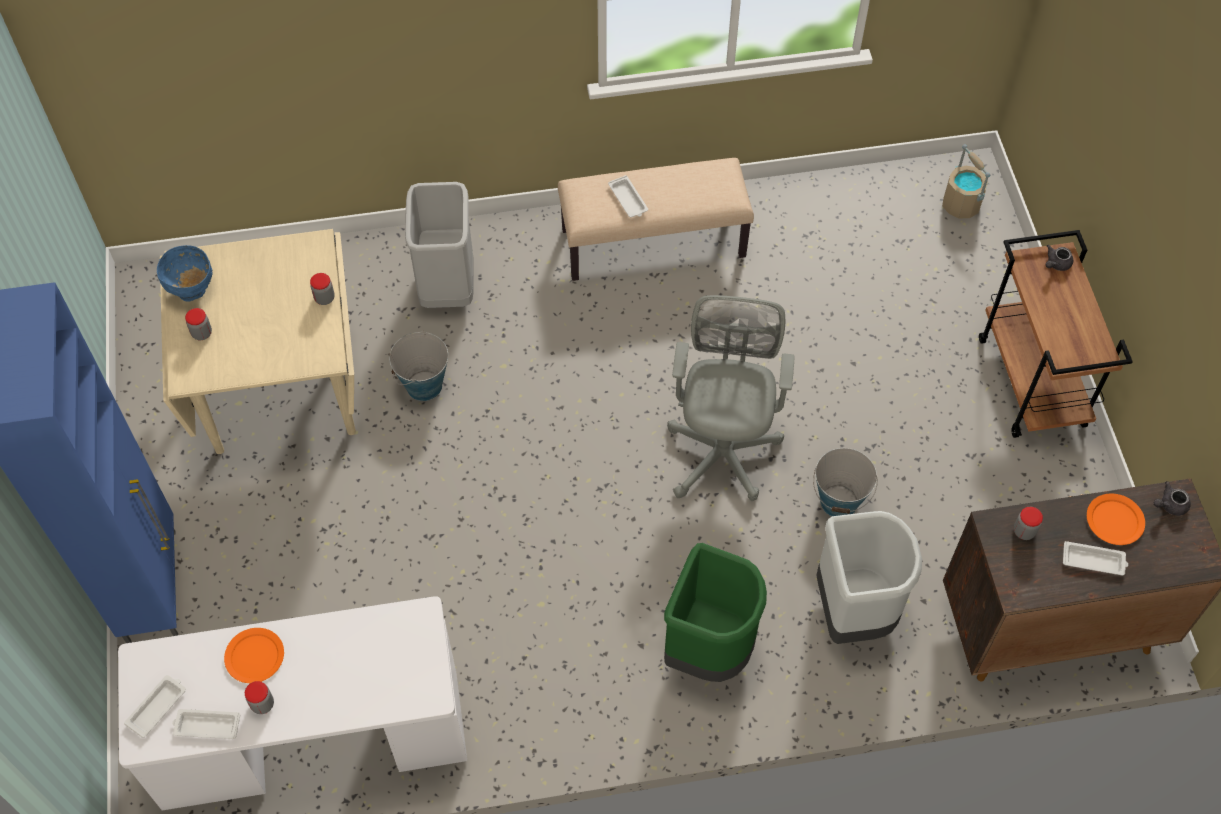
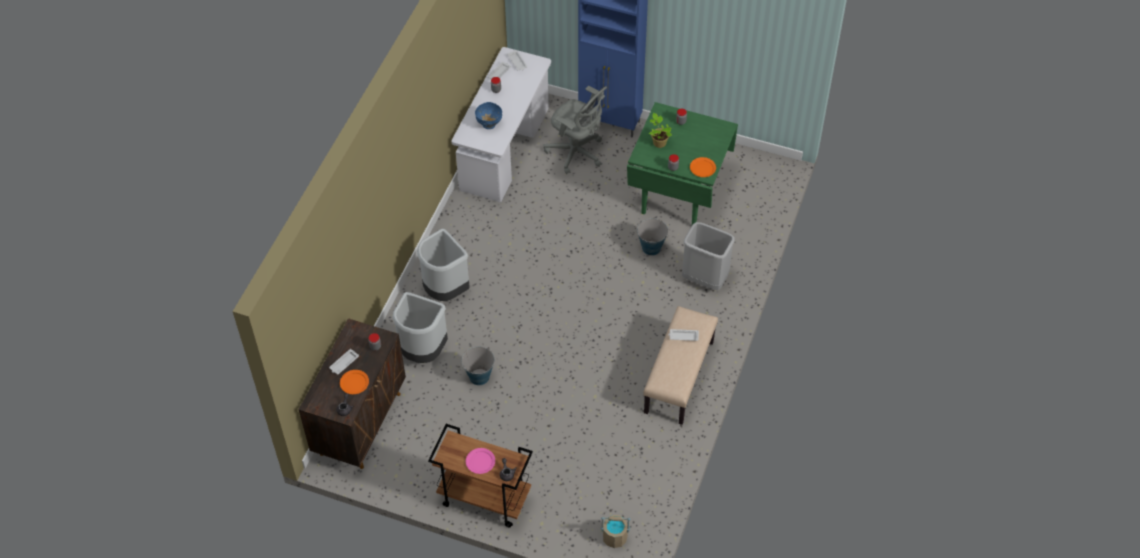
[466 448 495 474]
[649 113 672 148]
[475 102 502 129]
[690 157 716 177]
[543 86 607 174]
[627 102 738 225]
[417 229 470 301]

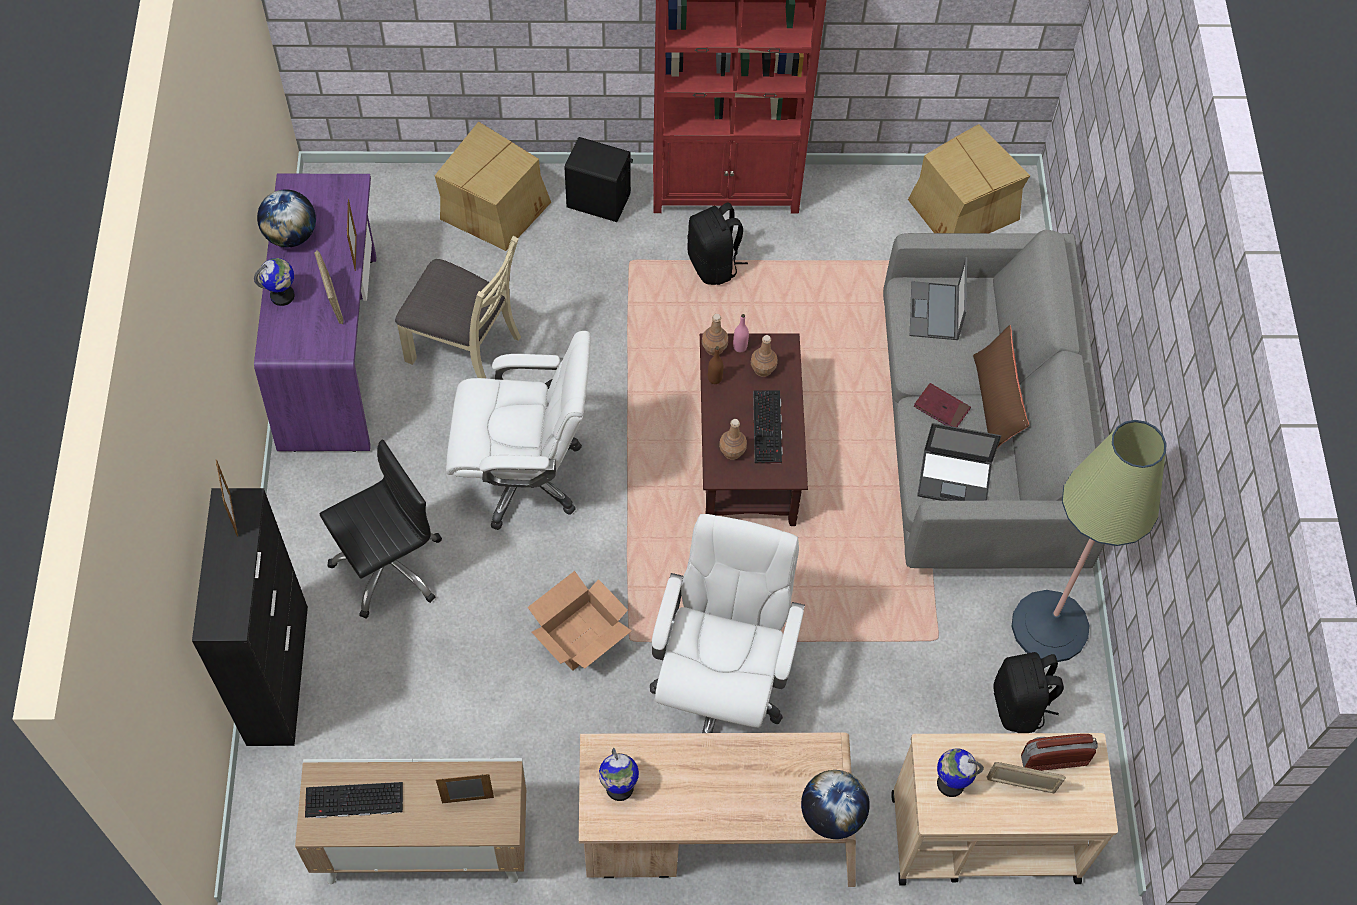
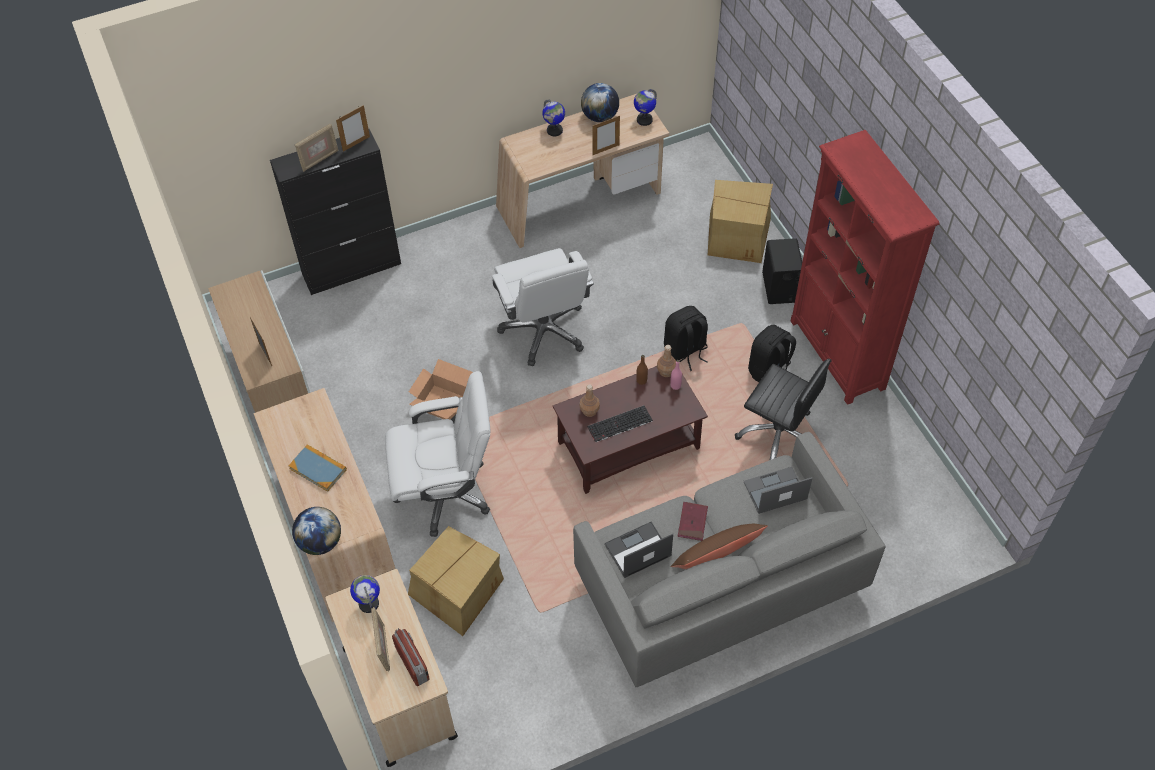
[305 782 403 818] (first image)
[395 236 521 378] (first image)
[751 335 778 377] (first image)
[1012 420 1167 662] (first image)
[289 444 347 492]
[295 124 339 172]
[735 359 831 460]
[634 89 657 126]
[408 526 504 636]
[664 306 708 371]
[496 94 669 248]
[604 522 673 578]

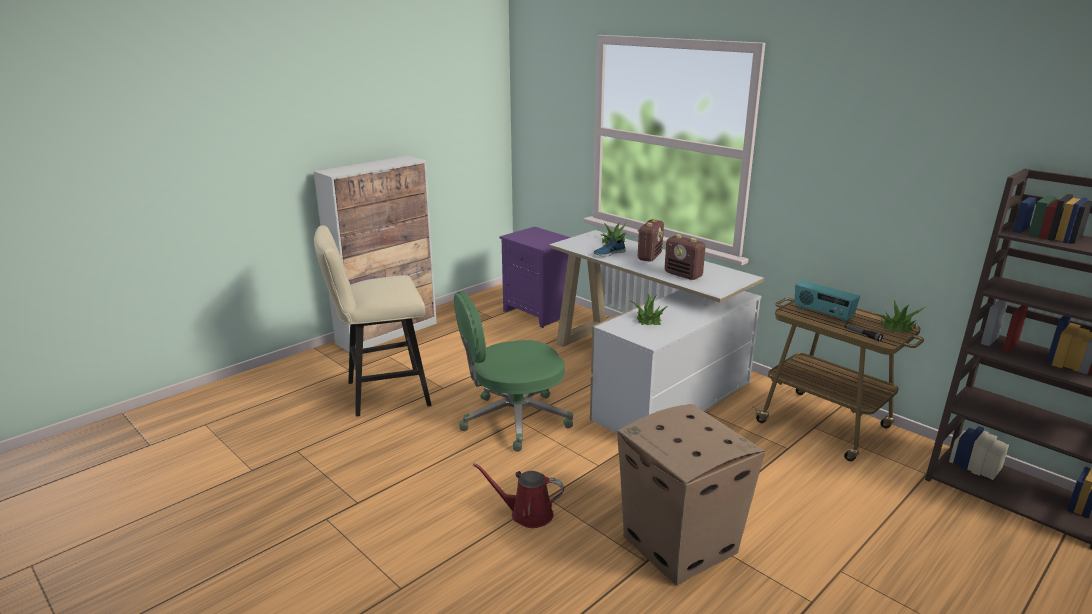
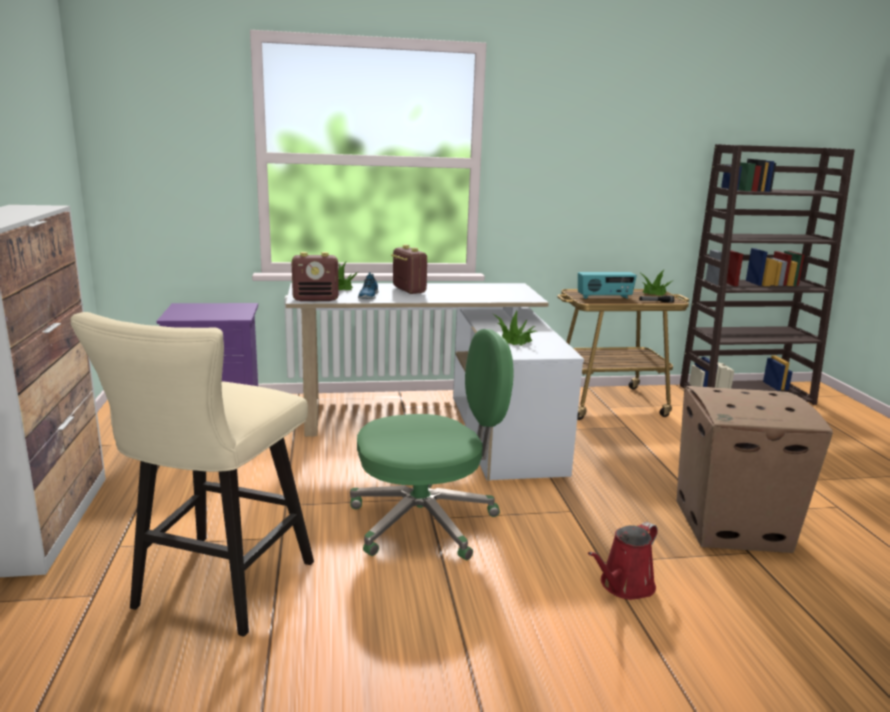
[292 252 339 301]
[350 329 514 560]

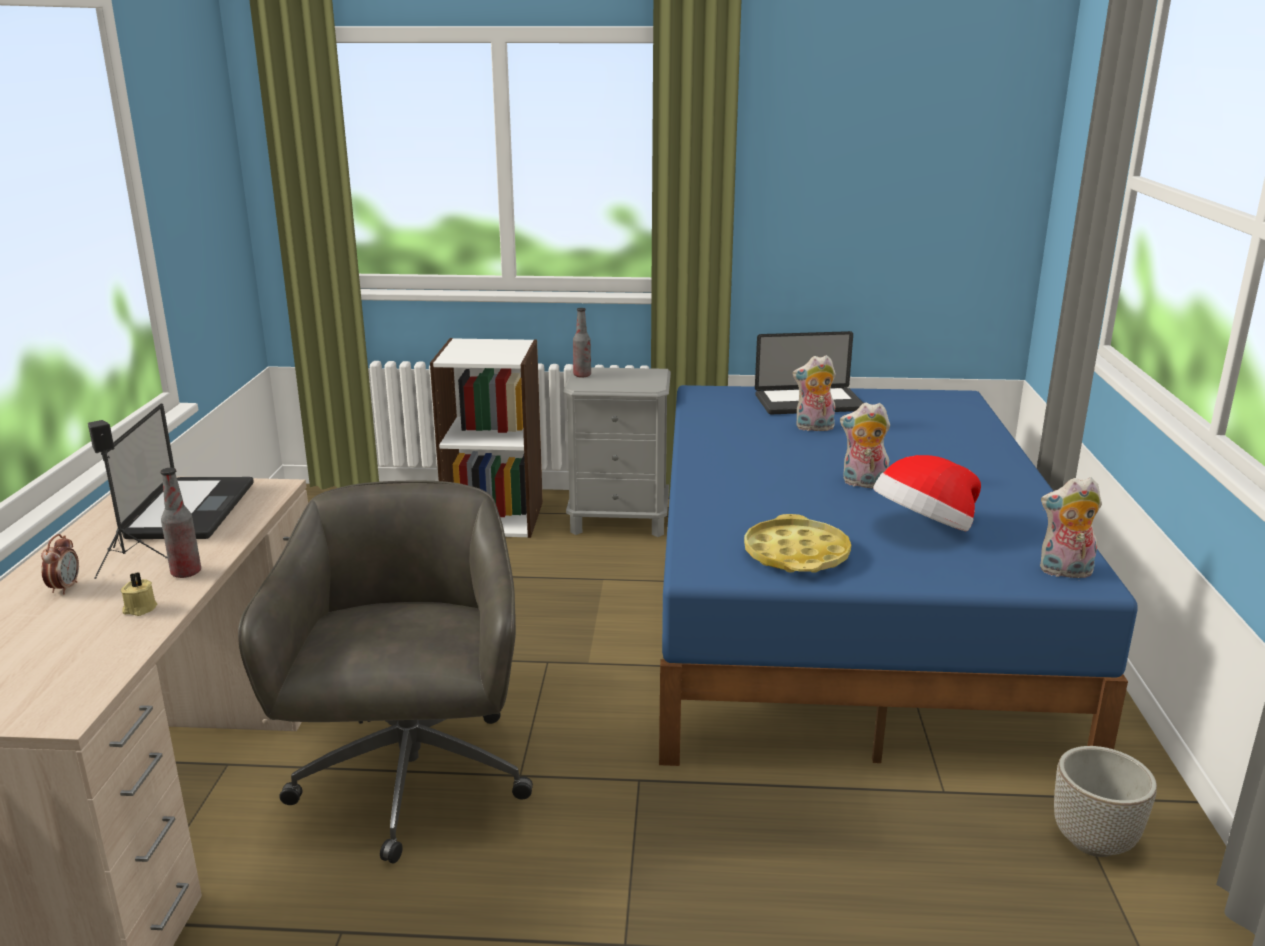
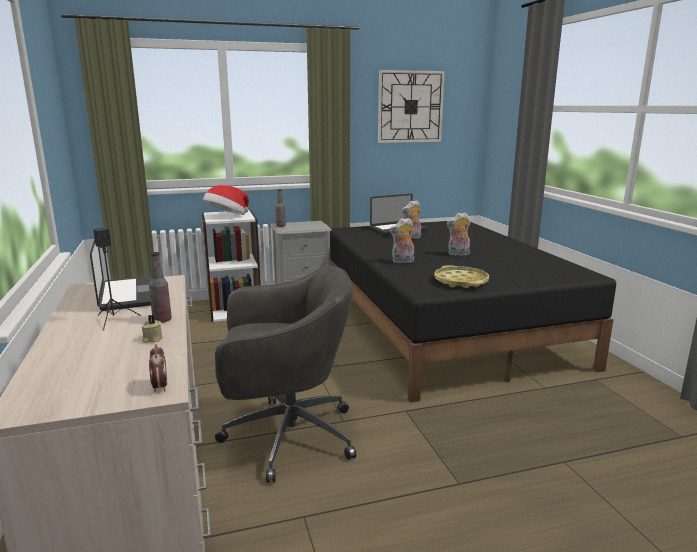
[1054 746 1157 857] (first image)
[378 70 445 143]
[149 344 167 392]
[203 185 249 215]
[389 218 414 263]
[330 221 616 403]
[215 266 356 483]

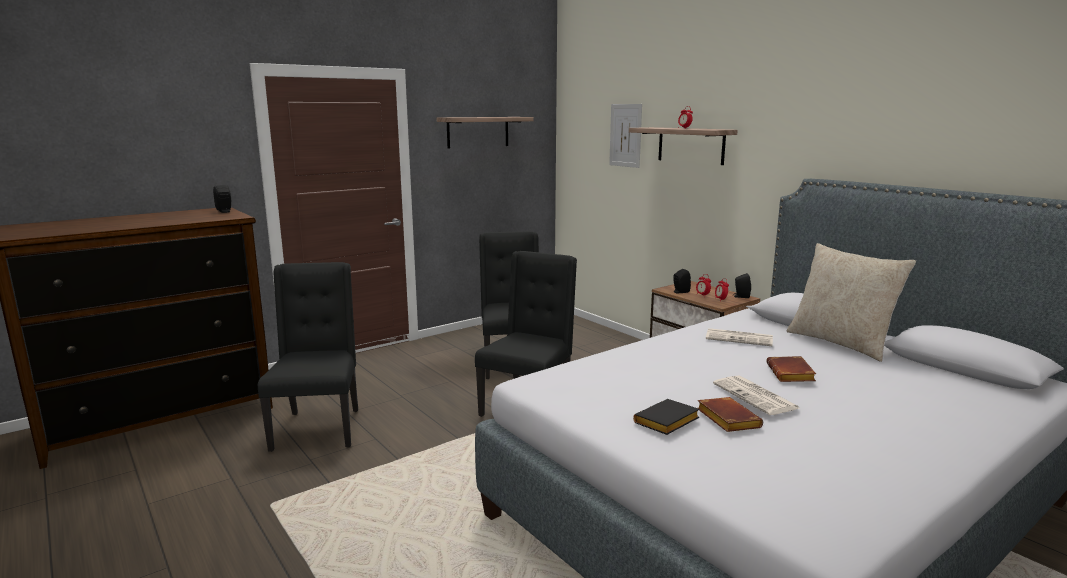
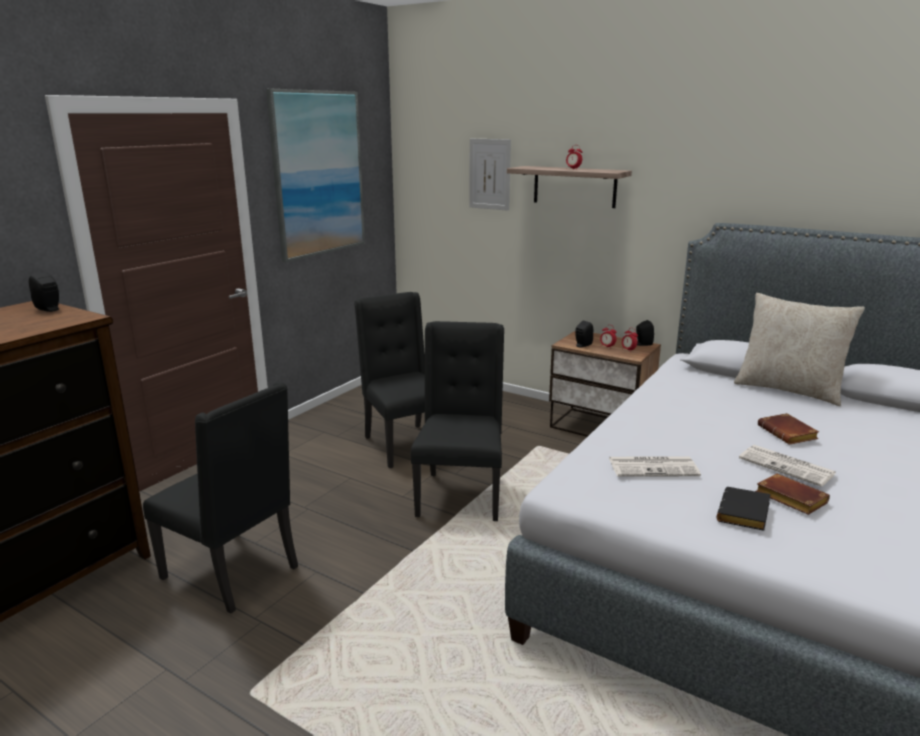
[609 456 701 477]
[266 89 365 262]
[143 382 298 614]

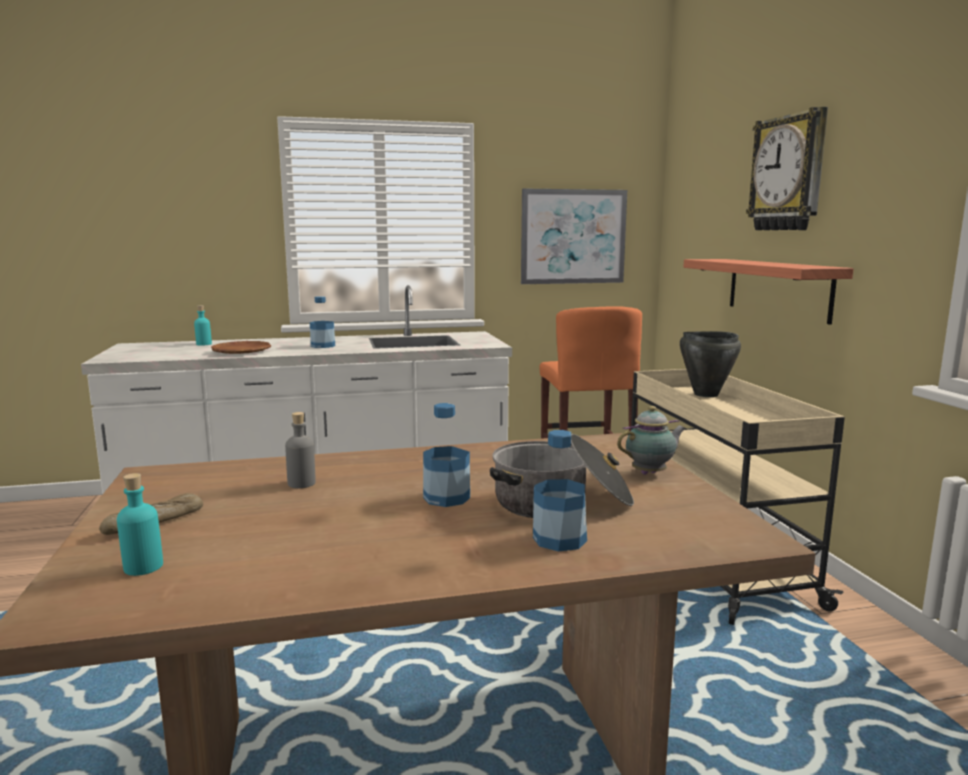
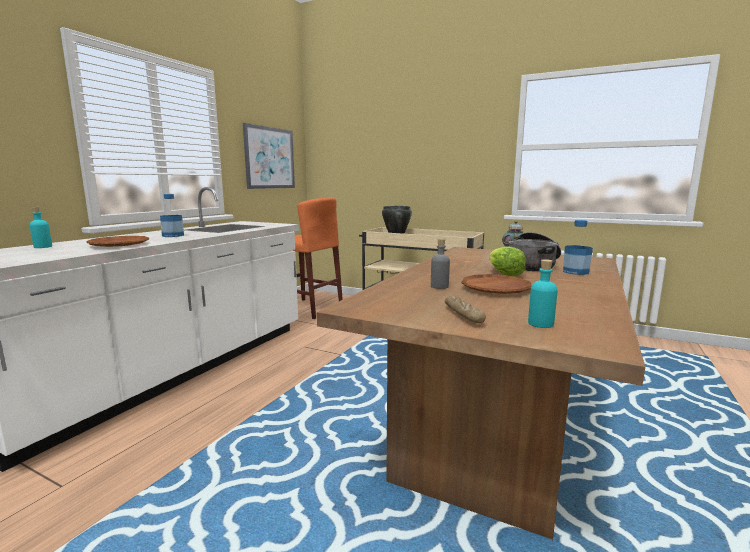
[683 259 854 325] (first image)
[746 107 828 230] (first image)
[461 274 531 294]
[489 246 526 276]

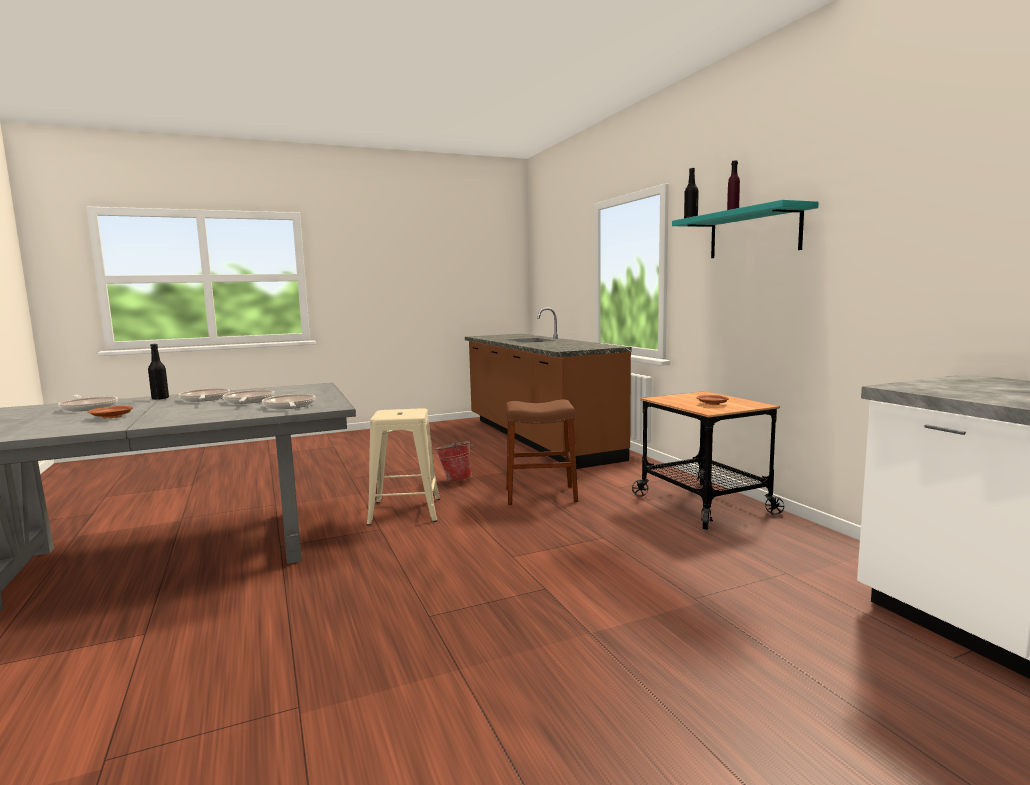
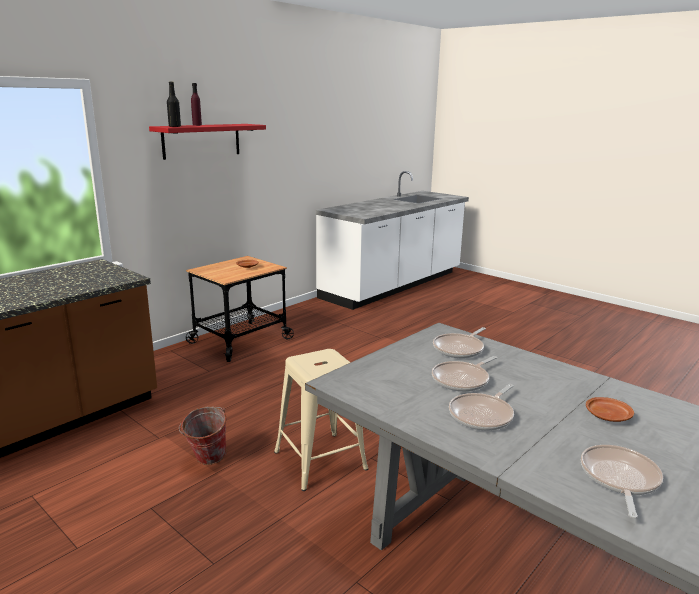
[148 344 169 400] (first image)
[506 399 578 505] (first image)
[149 124 266 160]

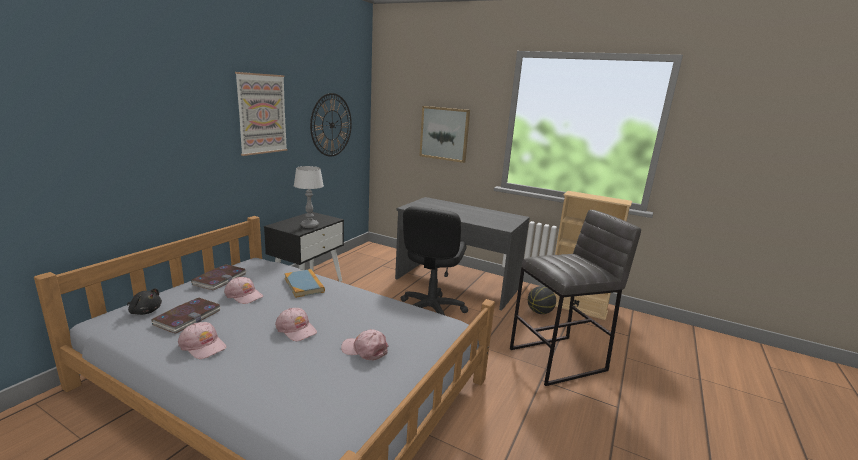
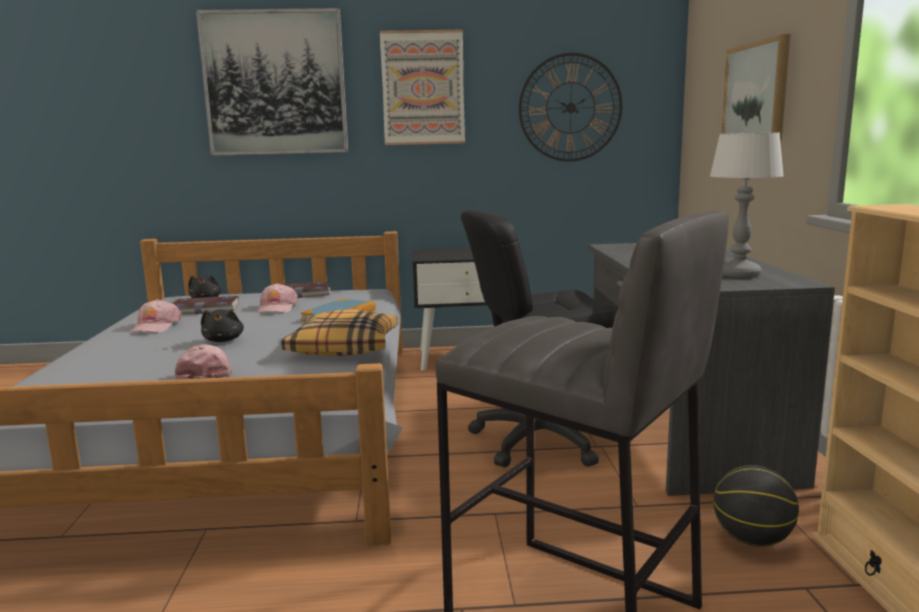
[196 8 348 156]
[281 310 397 356]
[710 132 784 278]
[201 309 244 342]

